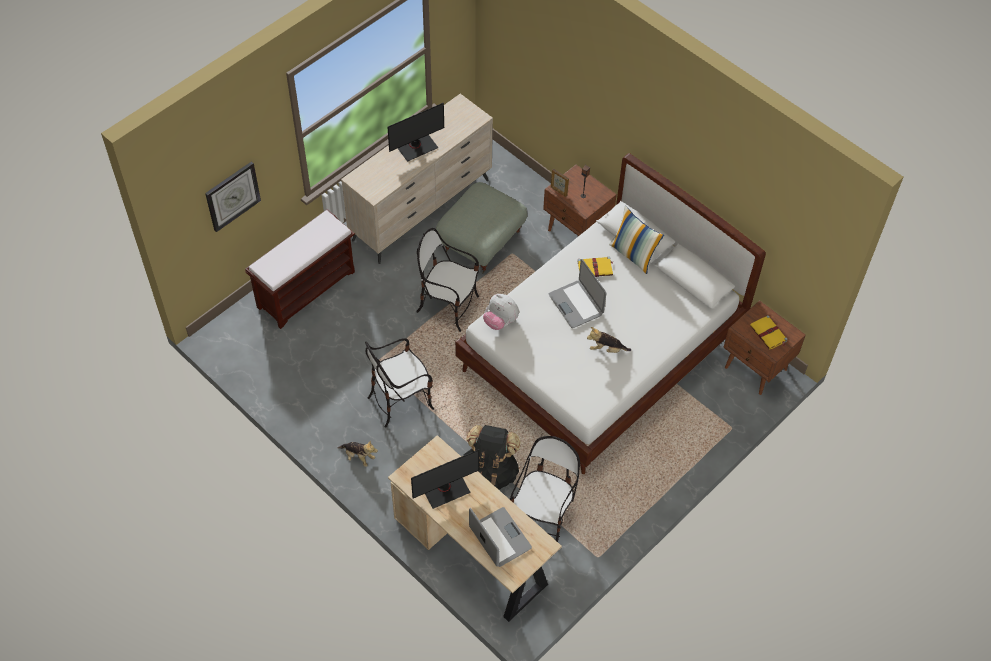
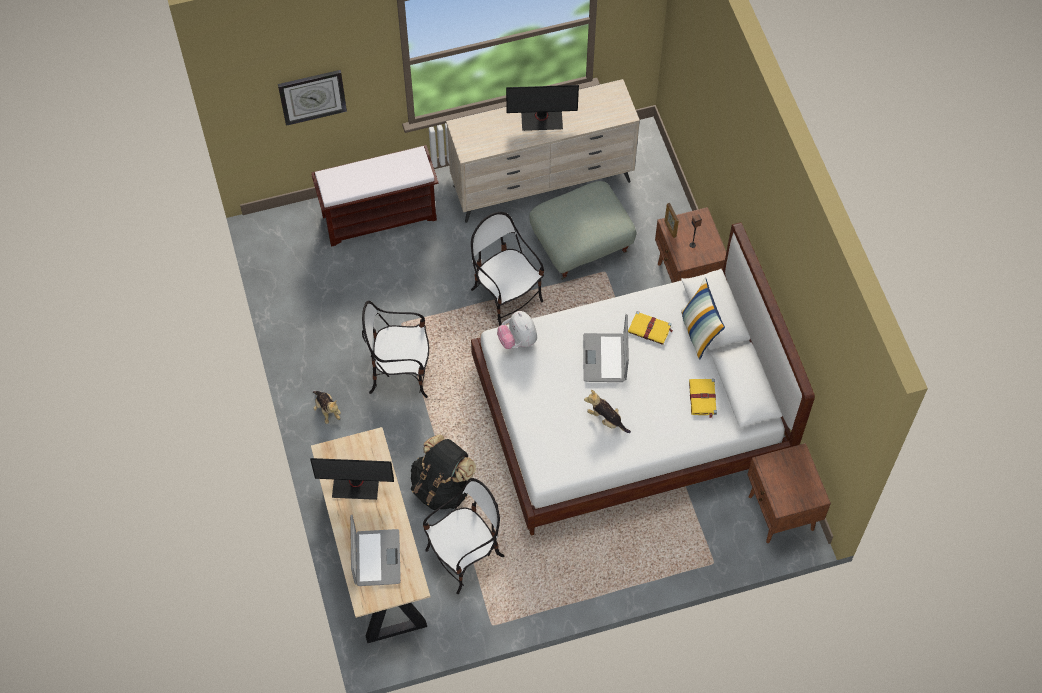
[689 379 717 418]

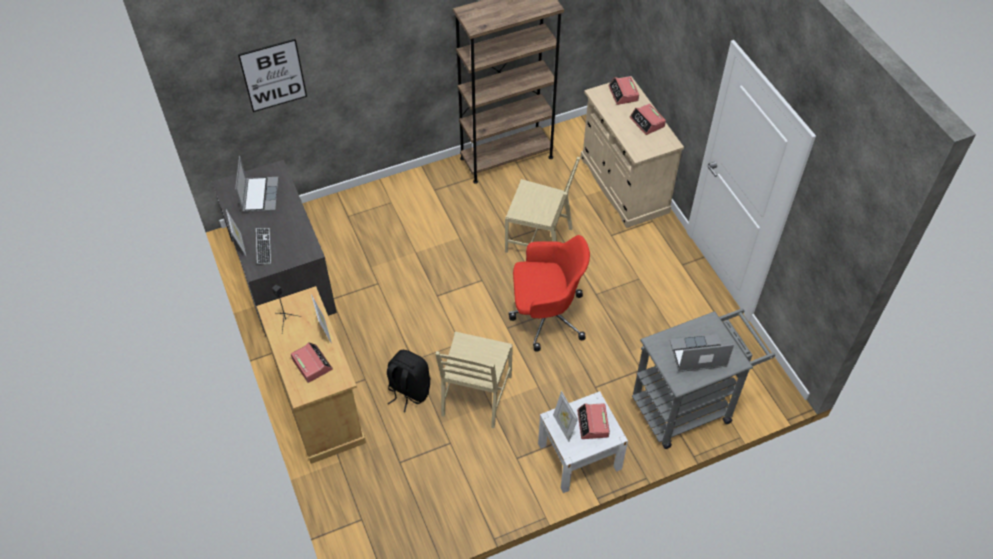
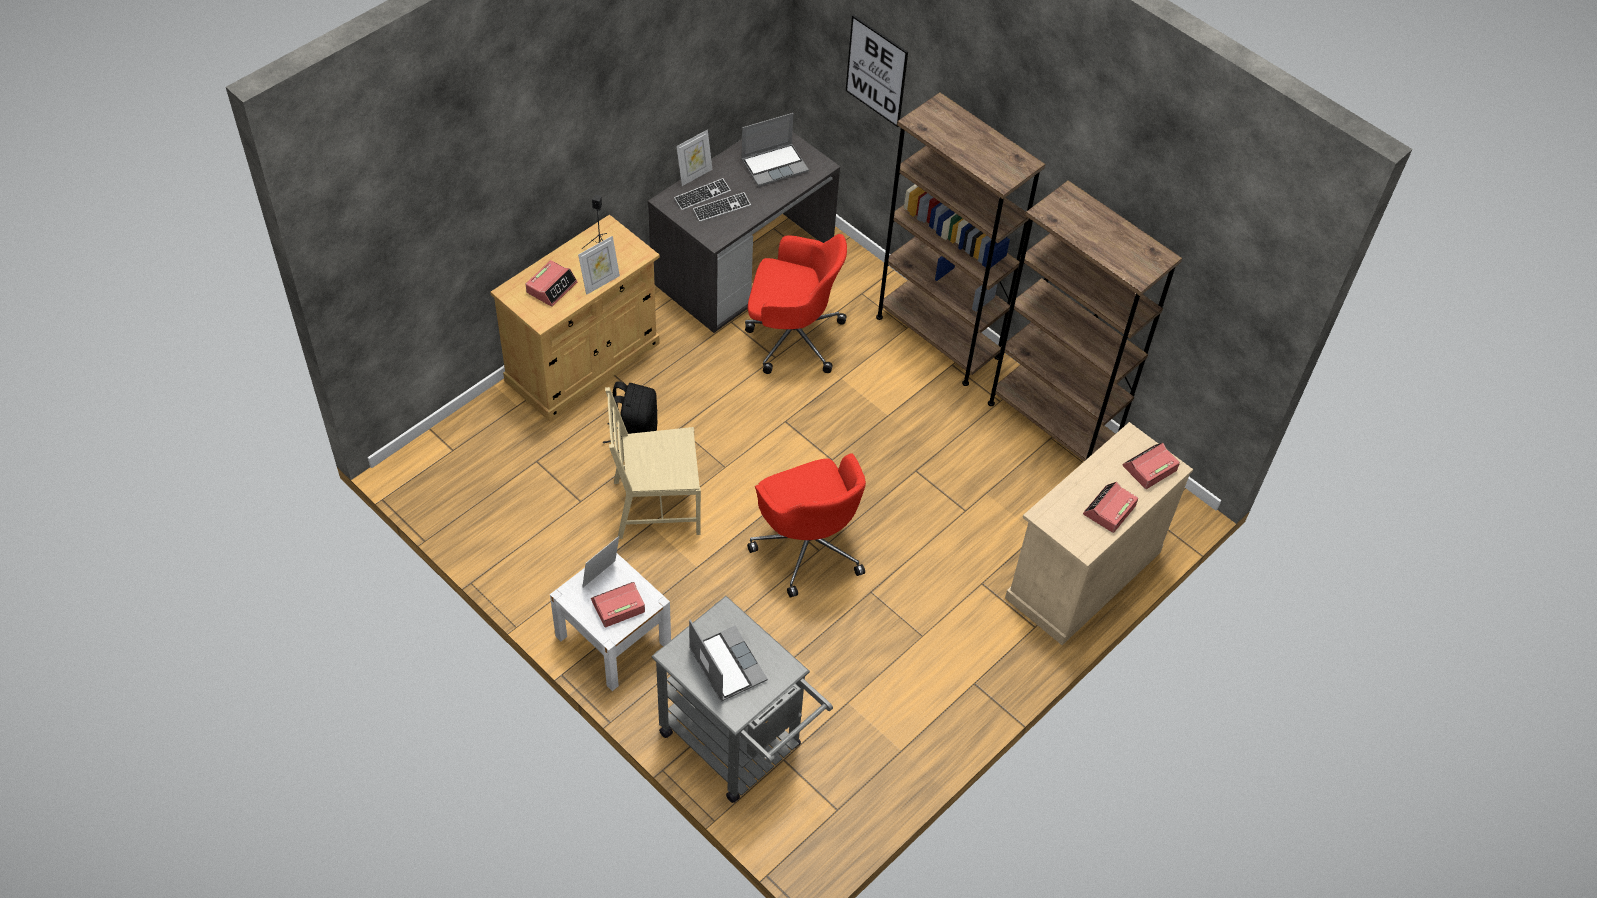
[505 157 580 253] (first image)
[693 192 751 222]
[745 234 847 374]
[876 92 1045 386]

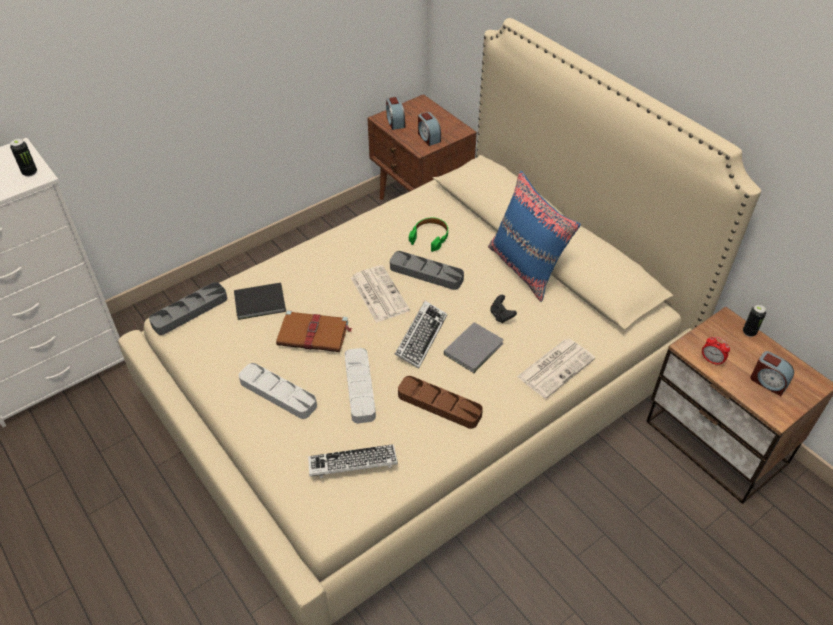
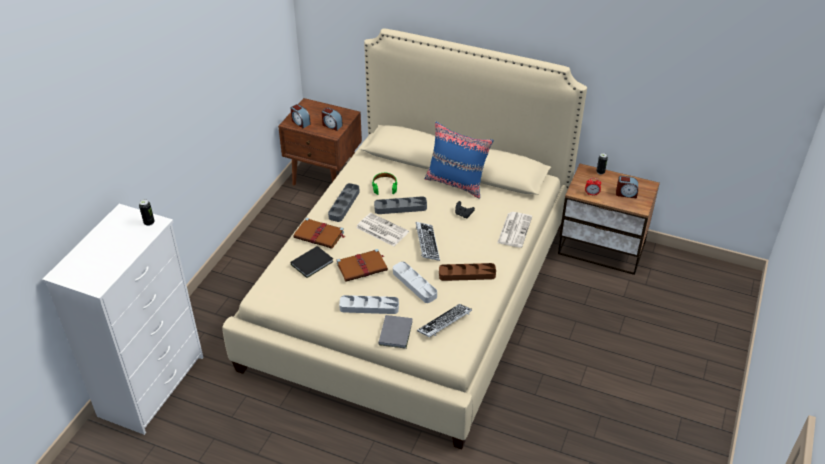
[293 218 345 249]
[328 183 360 222]
[379 315 413 349]

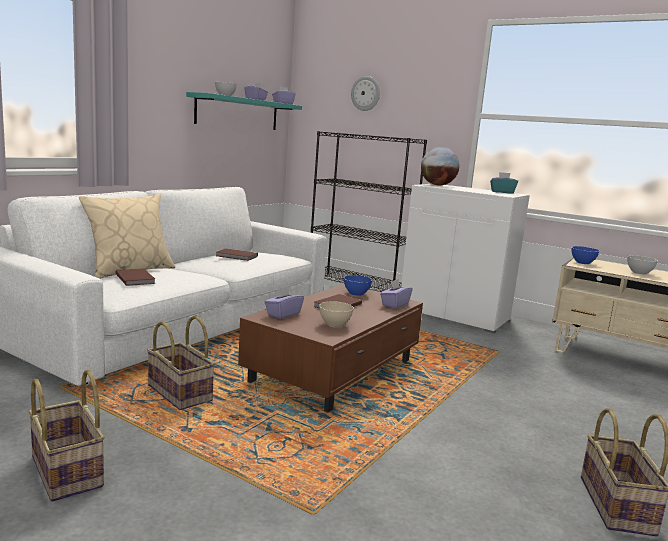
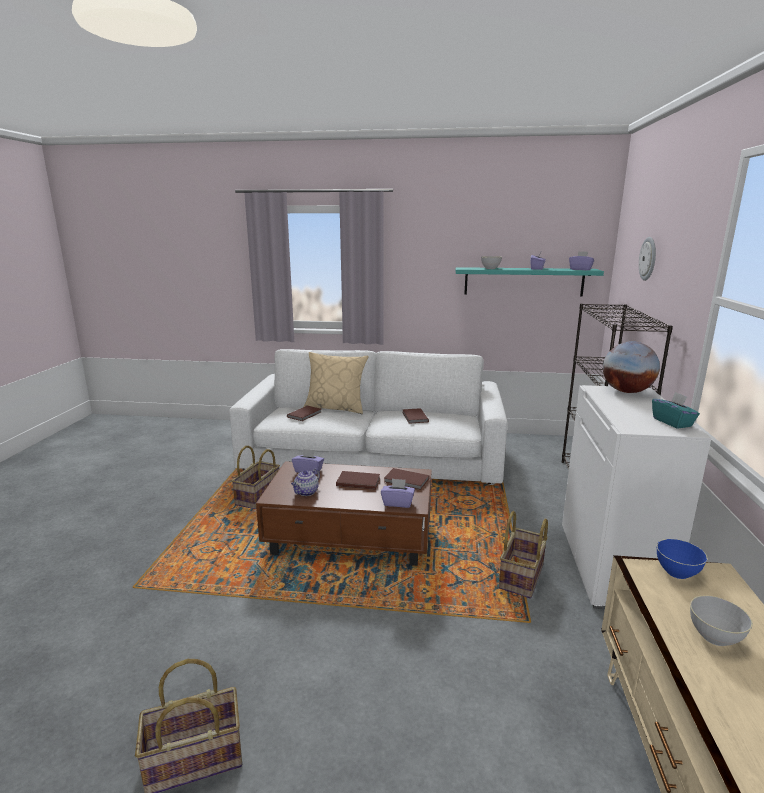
[499 511 548 598]
[291 469 320 496]
[384 468 430 490]

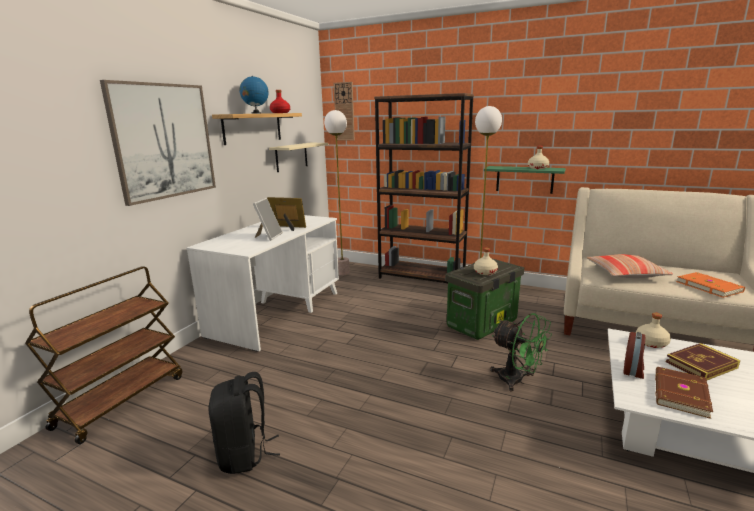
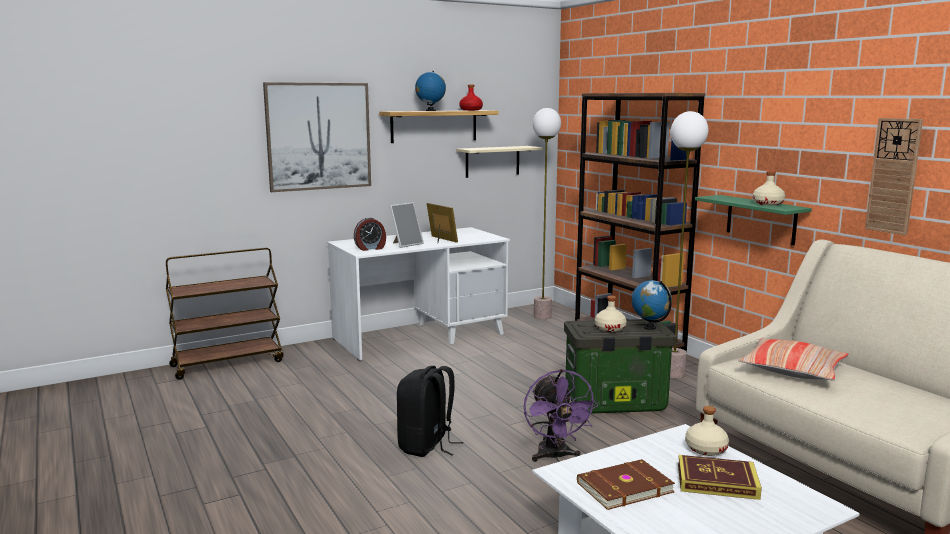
[676 272 745 298] (first image)
[632 280 672 330]
[397 366 463 457]
[865 118 923 235]
[354 217 386 251]
[524 369 599 462]

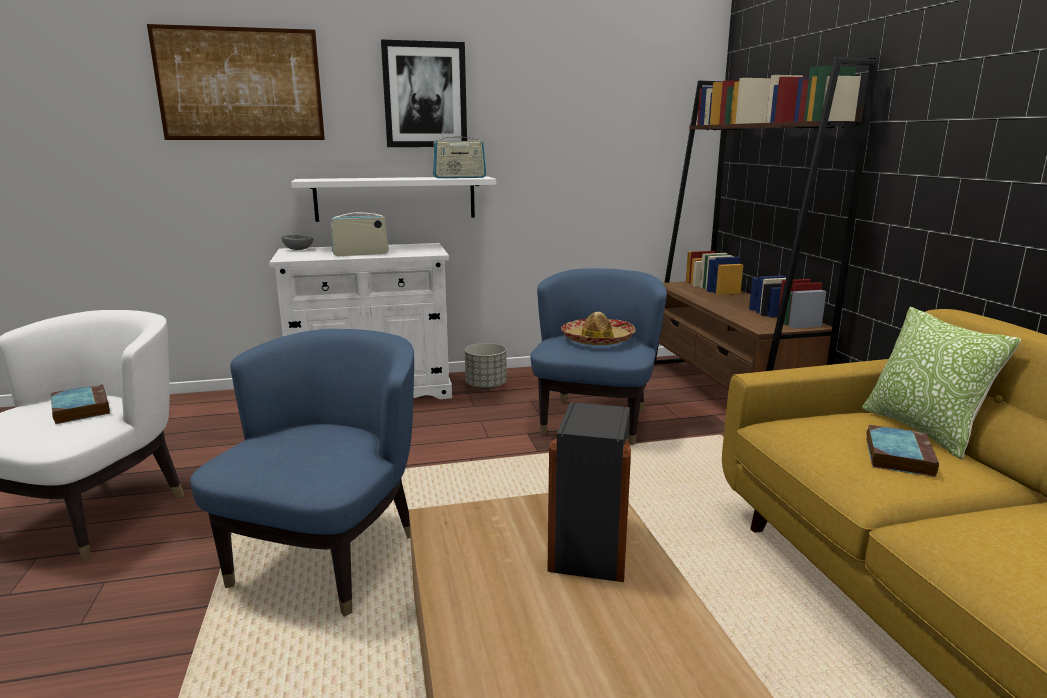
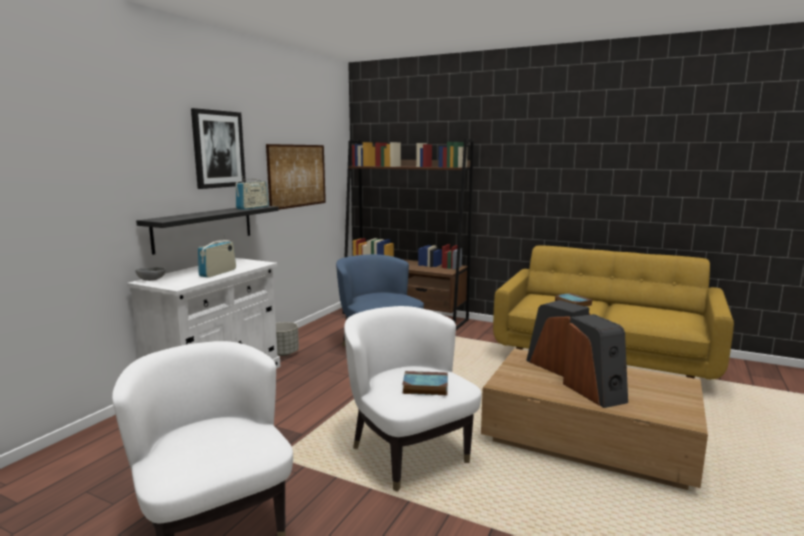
[561 312 636 345] (first image)
[862 307 1021 459] (first image)
[563 314 628 408]
[402 371 448 395]
[266 144 326 210]
[344 306 482 492]
[136 206 279 255]

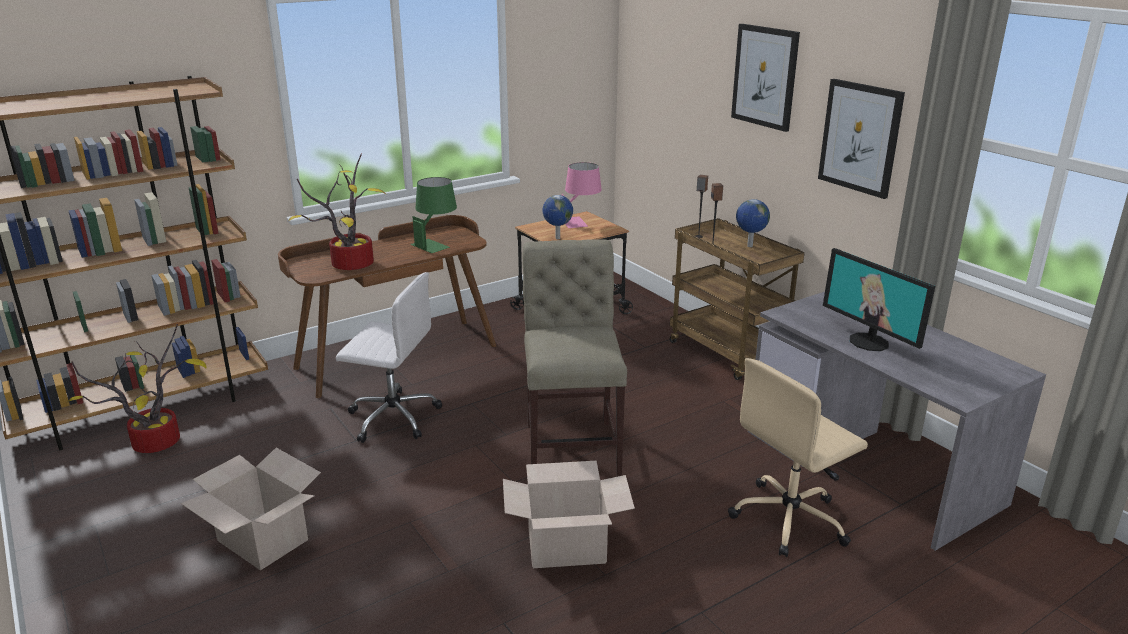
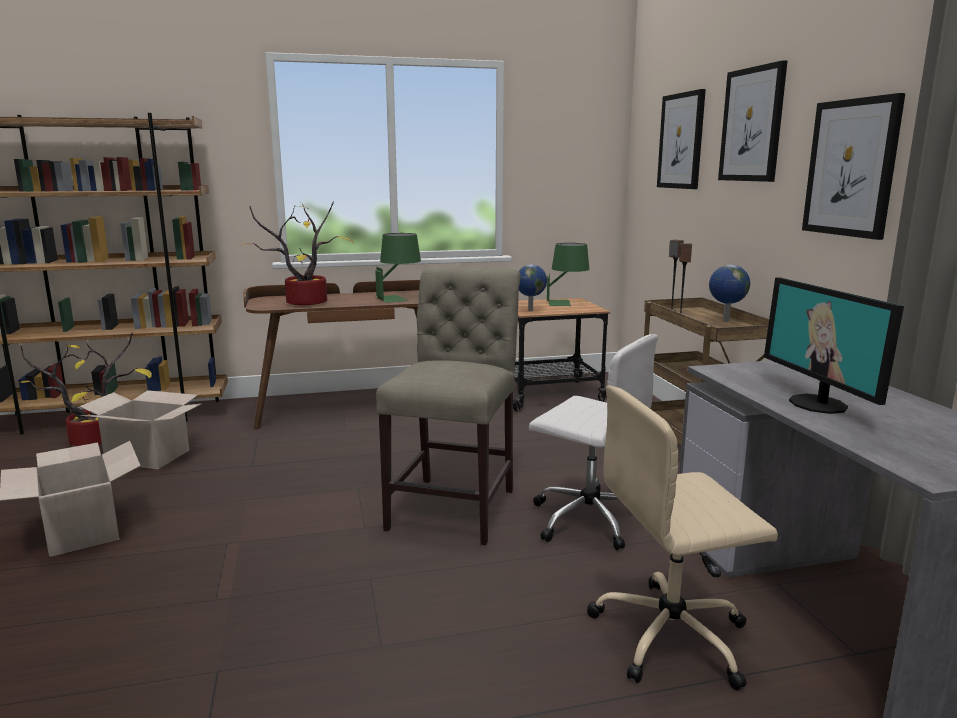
[657 89 706 189]
[529 334 658 550]
[79 390 201 469]
[547 243 590 306]

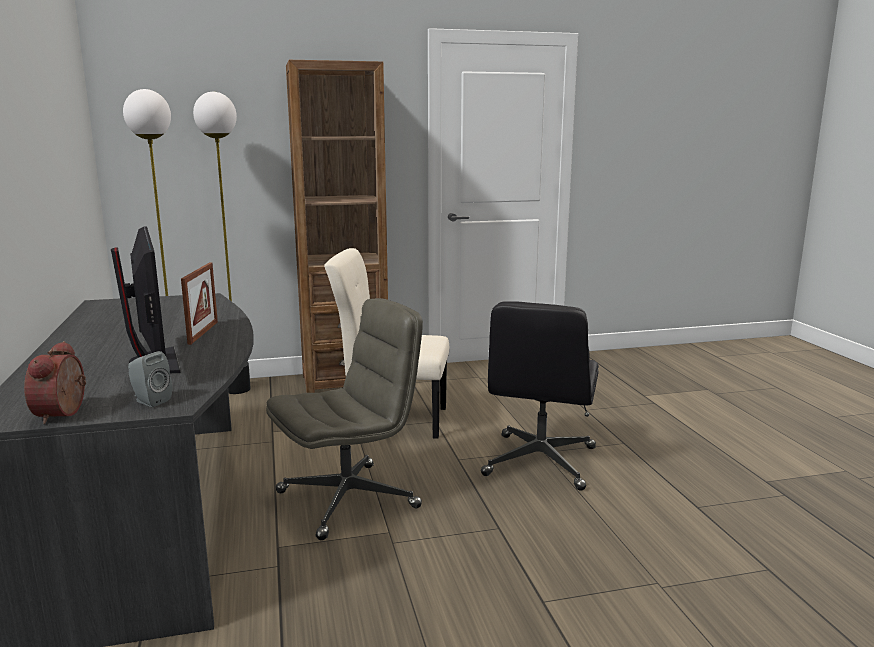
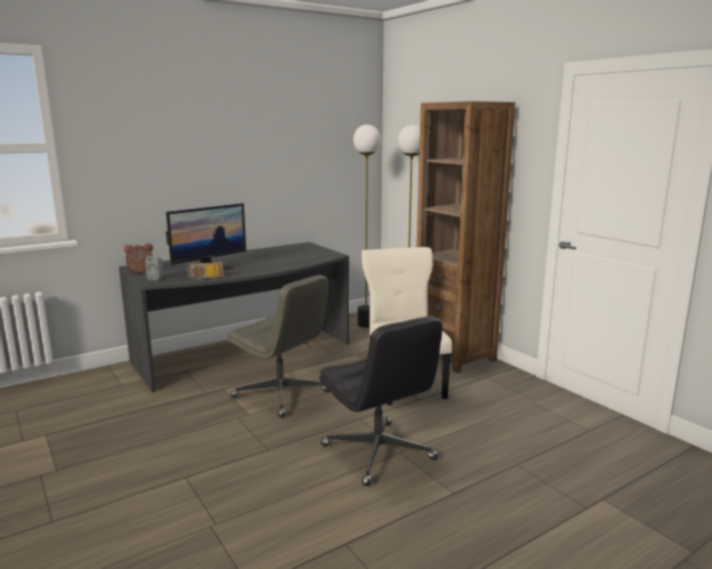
[181 263 218 345] (first image)
[187 262 224 280]
[319 316 442 486]

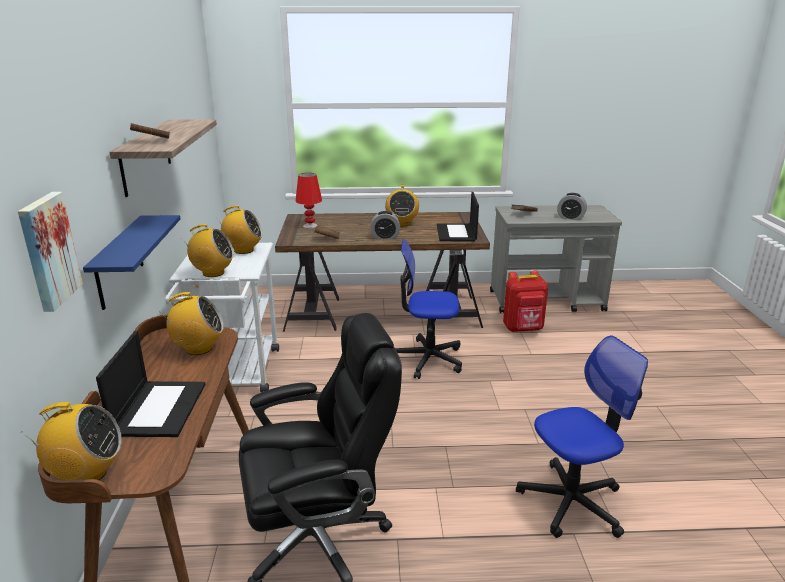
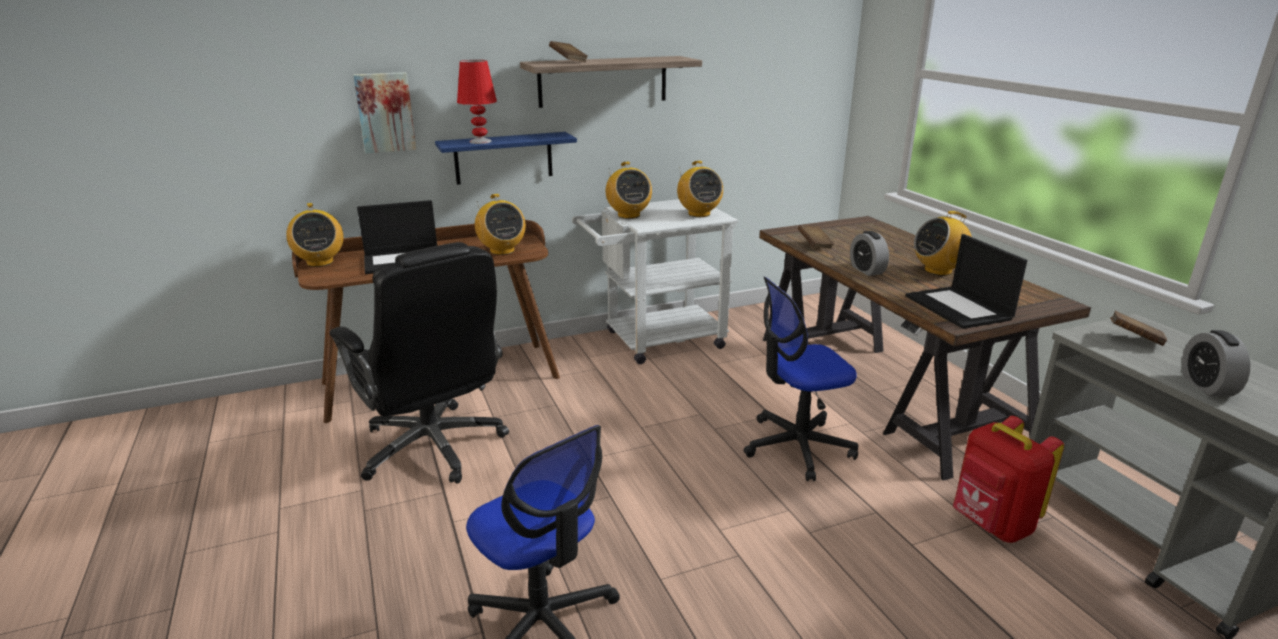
[457 60 497 144]
[743 277 858 481]
[905 234 1027 329]

